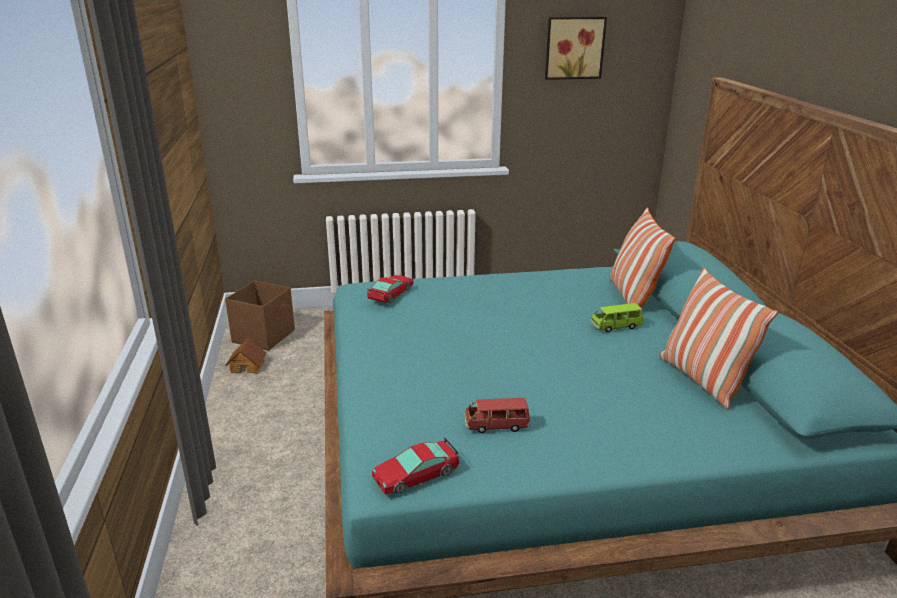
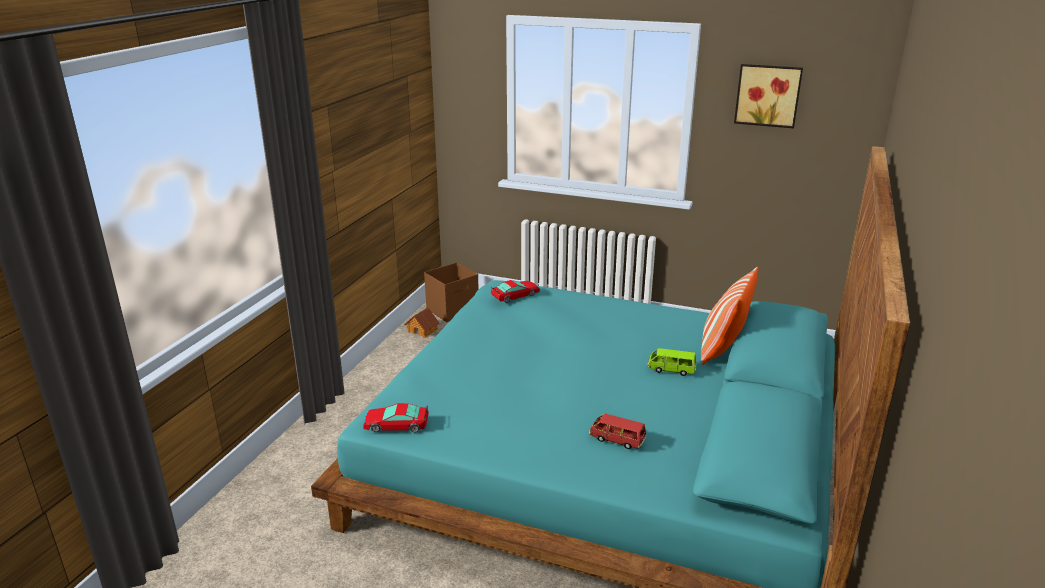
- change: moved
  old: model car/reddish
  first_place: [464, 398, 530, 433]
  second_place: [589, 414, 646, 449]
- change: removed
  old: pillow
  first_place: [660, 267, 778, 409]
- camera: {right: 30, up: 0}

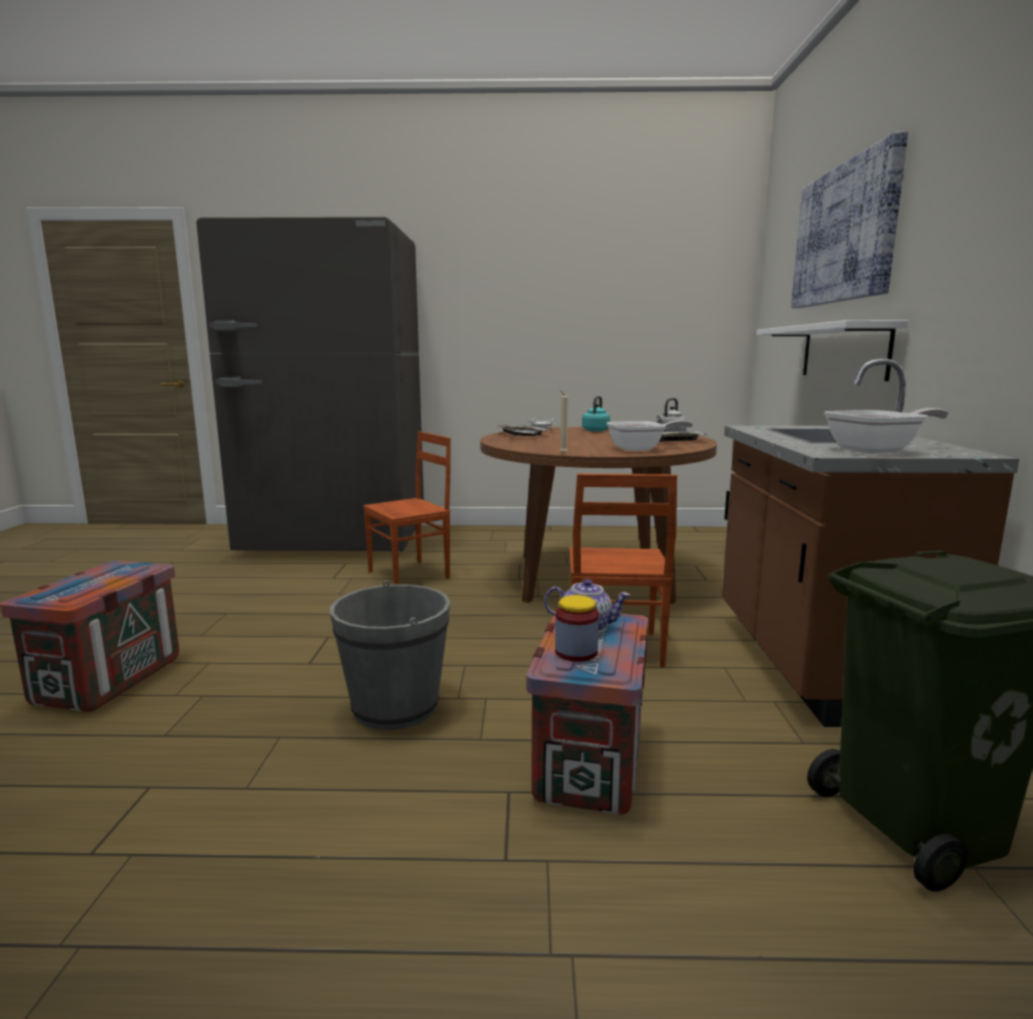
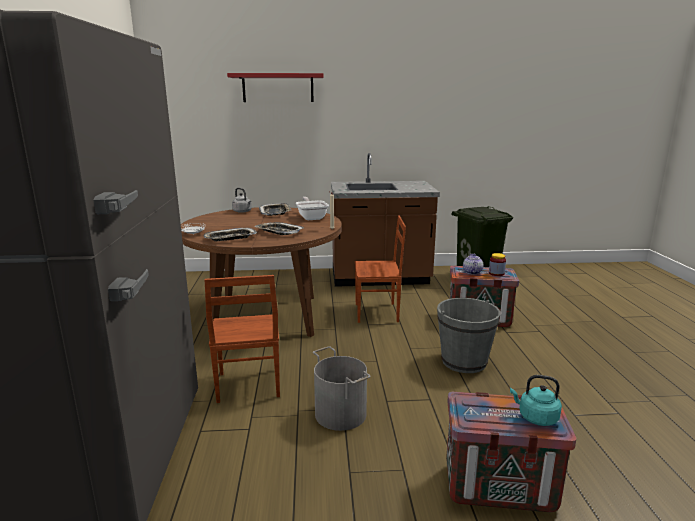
- change: turned
  old: plain chair/brown
  first_place: [363, 431, 451, 584]
  second_place: [204, 275, 280, 403]
  degrees: -150
- change: replaced
  old: picture
  new: wall shelf/reddish
  first_place: [791, 132, 908, 308]
  second_place: [227, 73, 324, 102]
- change: added
  new: tray
  second_place: [254, 222, 304, 235]
- change: added
  new: bucket/gray
  second_place: [313, 346, 371, 431]
- change: moved
  old: water kettle/turquoise-coloured
  first_place: [582, 396, 610, 432]
  second_place: [510, 375, 562, 426]
- change: removed
  old: wall shelf/white
  first_place: [757, 320, 909, 381]
- change: removed
  old: pan
  first_place: [825, 408, 949, 454]
- camera: {right: -95, up: 5}

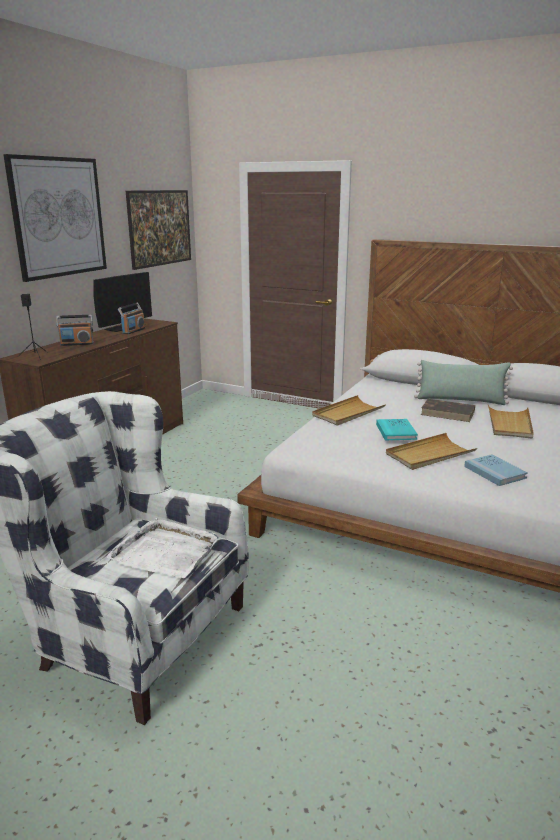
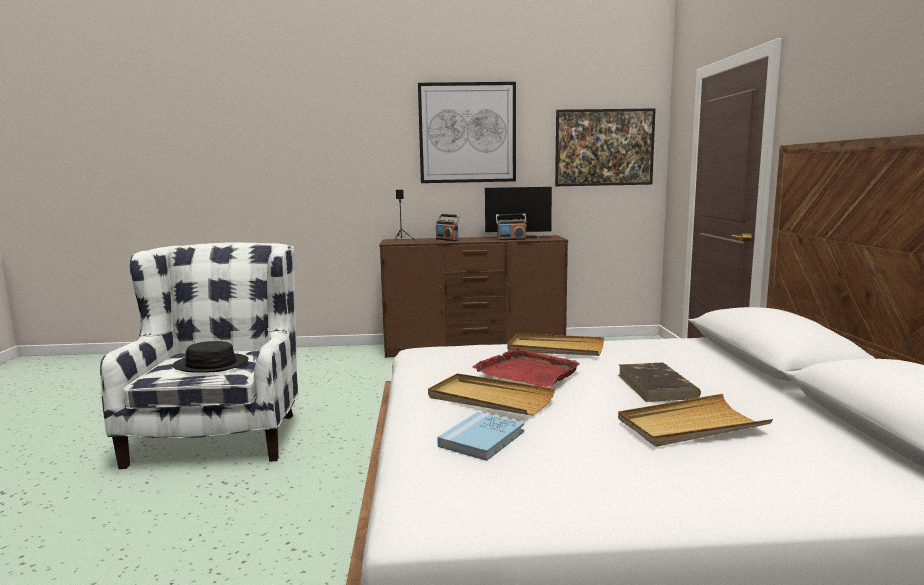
- change: replaced
  old: tray/white
  new: hat/black-coloured
  first_place: [106, 518, 219, 578]
  second_place: [172, 341, 249, 373]
- change: replaced
  old: book/turquoise-coloured
  new: tray/reddish
  first_place: [376, 419, 418, 440]
  second_place: [473, 348, 580, 387]
- change: removed
  old: pillow/green
  first_place: [414, 360, 513, 405]
- camera: {right: 60, up: -10}

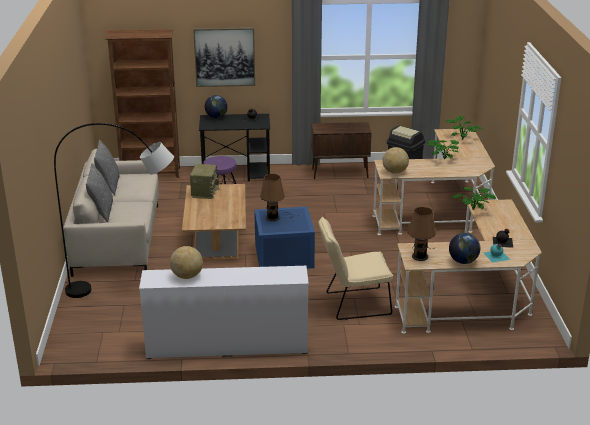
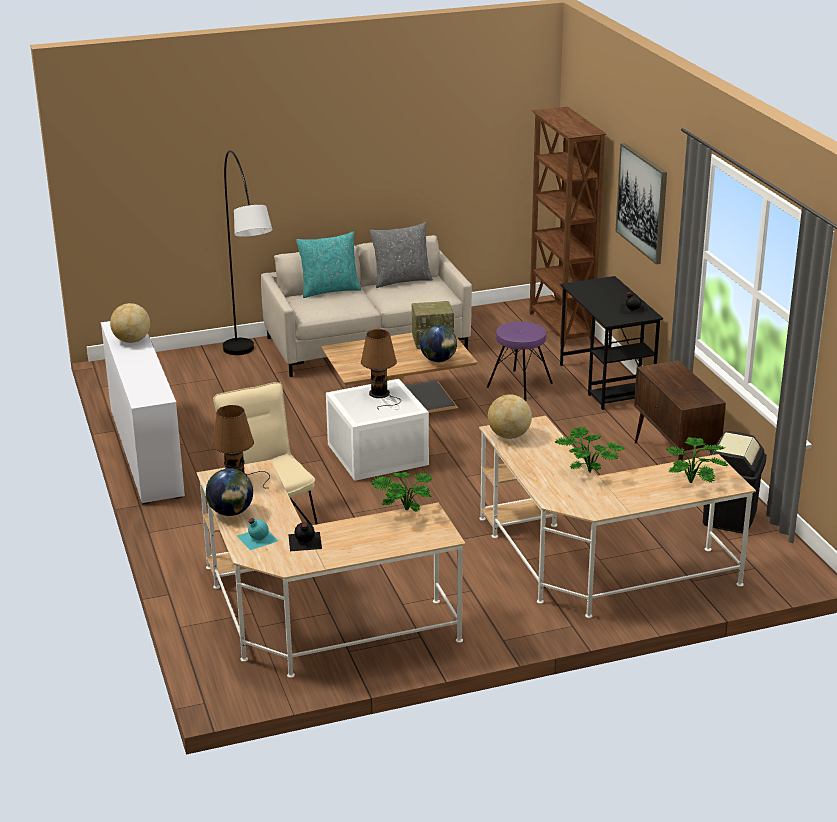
- change: recoloured
  old: pillow/gray
  new: pillow/turquoise-coloured
  first_place: [86, 163, 113, 222]
  second_place: [296, 231, 361, 298]
- change: recoloured
  old: storage bin/blue-coloured
  new: storage bin/white
  first_place: [254, 206, 315, 269]
  second_place: [326, 379, 429, 481]
- change: moved
  old: desk globe
  first_place: [205, 95, 228, 118]
  second_place: [420, 325, 457, 362]
- camera: {right: 75, up: 0}

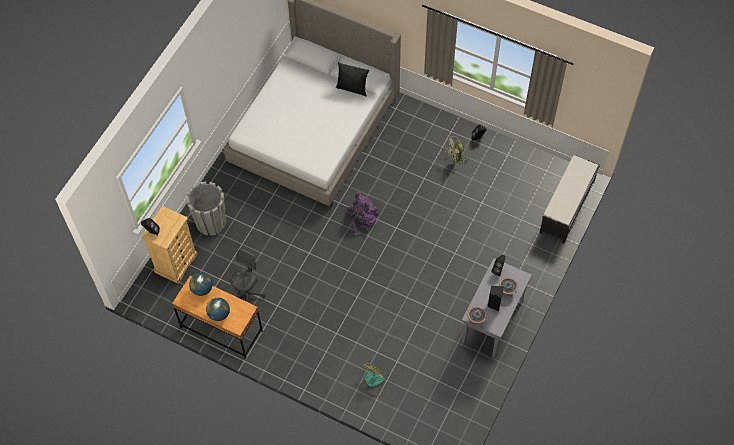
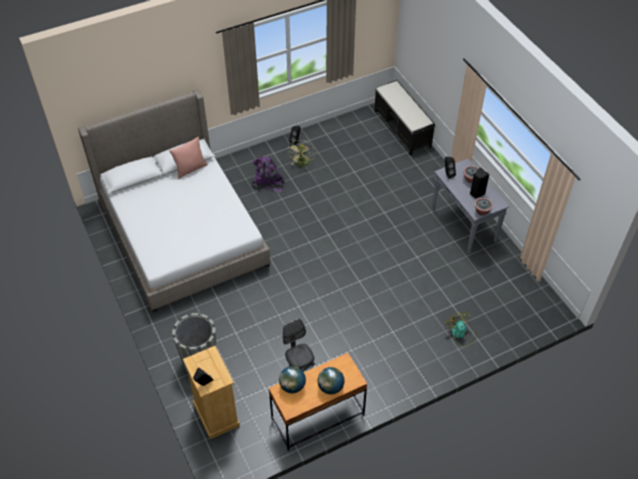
- change: recoloured
  old: pillow/black-coloured
  new: pillow/pink
  first_place: [336, 62, 370, 96]
  second_place: [169, 137, 208, 179]
- change: moved
  old: backpack/purple-coloured
  first_place: [346, 192, 379, 235]
  second_place: [252, 157, 285, 193]
- camera: {right: -55, up: -10}

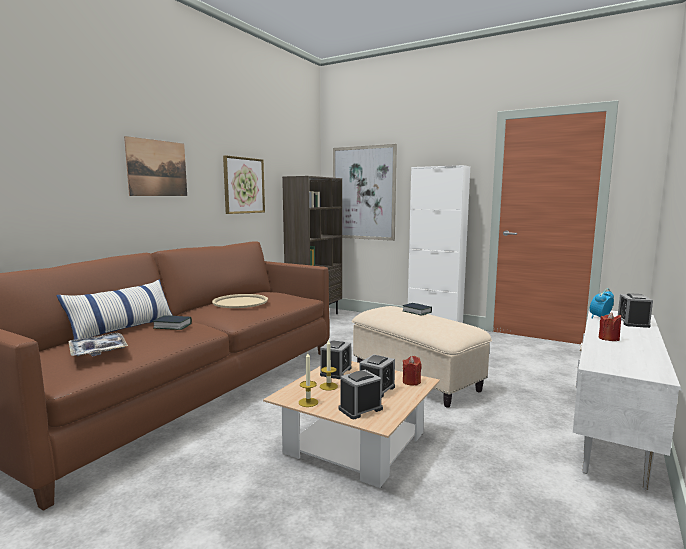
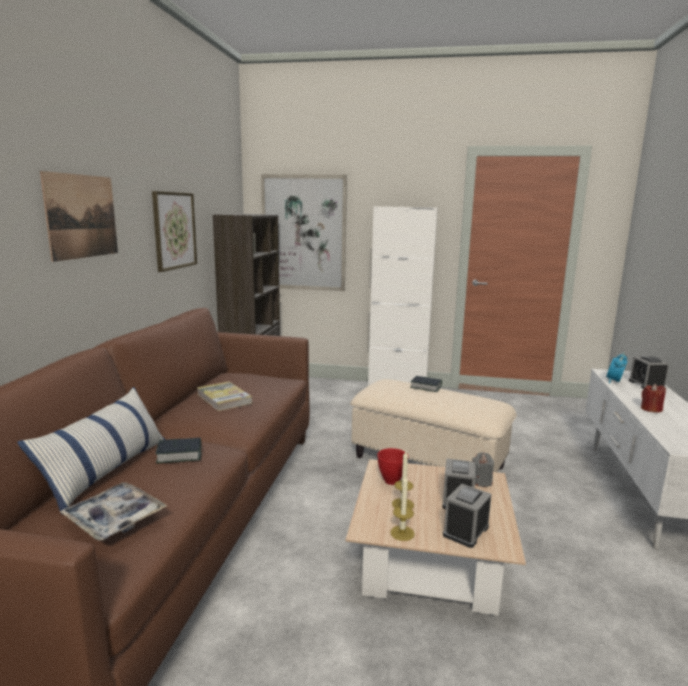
- change: replaced
  old: tray/beige-coloured
  new: book
  first_place: [212, 294, 268, 308]
  second_place: [197, 381, 252, 411]
- change: replaced
  old: bedside clock
  new: deep dish/reddish
  first_place: [320, 340, 352, 379]
  second_place: [377, 448, 408, 485]
- change: recoloured
  old: wax light/reddish
  new: wax light/gray
  first_place: [403, 356, 422, 385]
  second_place: [472, 452, 494, 487]
- camera: {right: -20, up: 5}

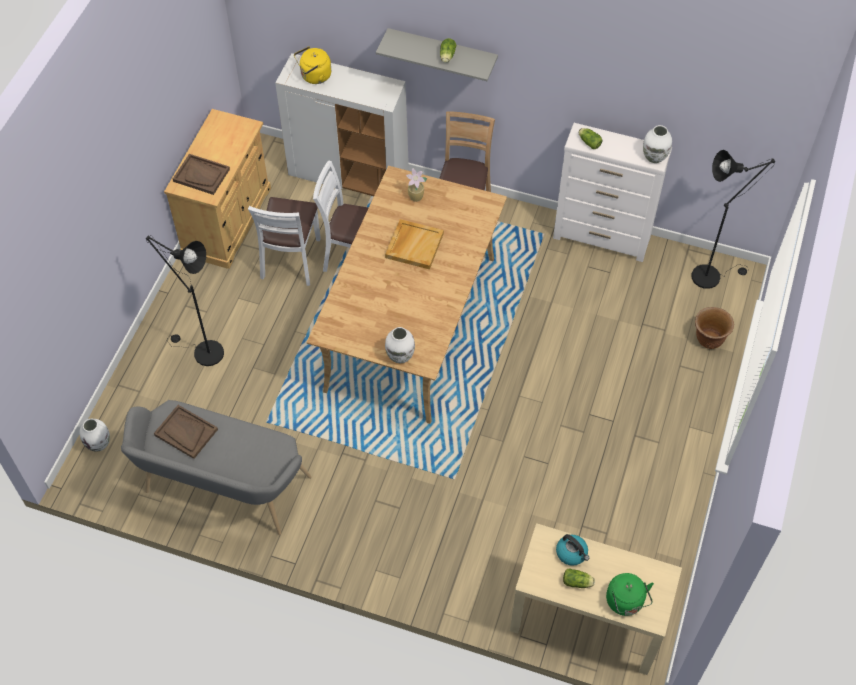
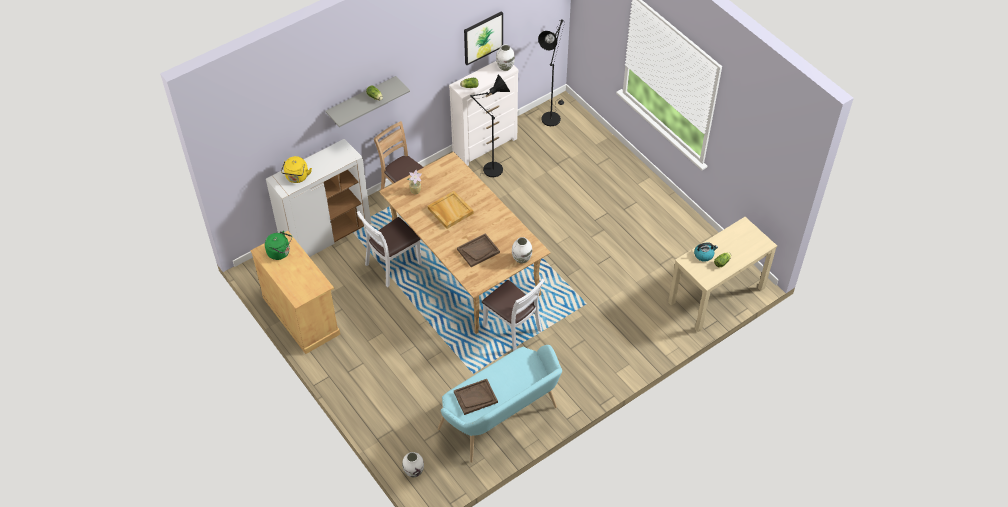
- change: moved
  old: water kettle/green
  first_place: [606, 573, 654, 616]
  second_place: [265, 231, 292, 260]
- change: recoloured
  old: long seat/gray
  new: long seat/turquoise-coloured
  first_place: [121, 400, 311, 535]
  second_place: [438, 345, 562, 463]
- change: moved
  old: tray/brown
  first_place: [173, 154, 230, 195]
  second_place: [457, 233, 500, 267]
- change: added
  new: picture
  second_place: [464, 11, 503, 65]
- change: moved
  old: standard lamp/black-coloured
  first_place: [146, 235, 224, 366]
  second_place: [470, 74, 510, 177]
- change: moved
  old: plain chair/white
  first_place: [248, 197, 321, 286]
  second_place: [482, 279, 545, 351]
- change: removed
  old: plant pot/brown
  first_place: [695, 307, 734, 349]
- camera: {right: -55, up: -5}

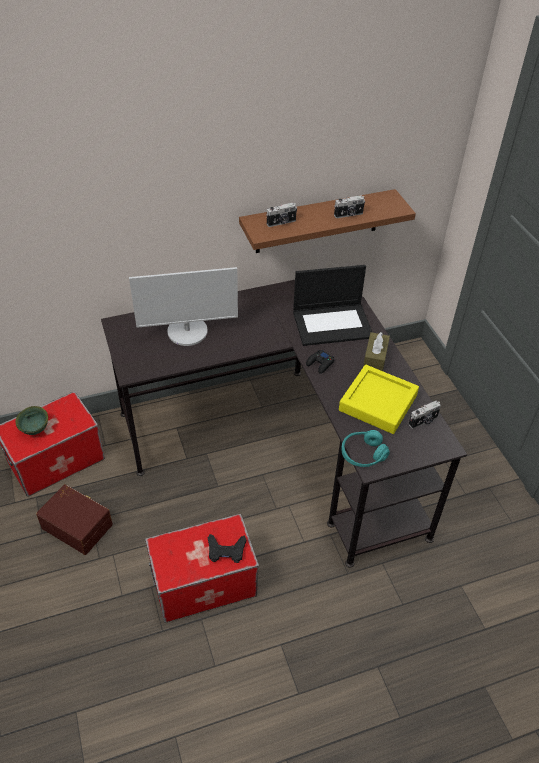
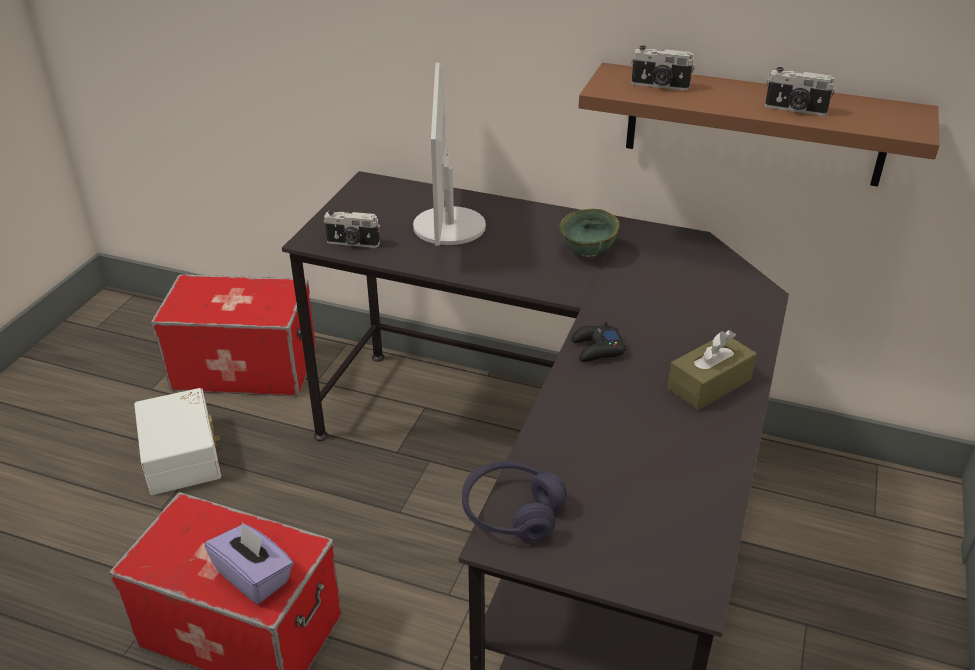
- change: recoloured
  old: storage bin/brown
  new: storage bin/white
  first_place: [36, 484, 113, 555]
  second_place: [134, 388, 221, 495]
- change: replaced
  old: joypad/black-coloured
  new: tissue box/purple-coloured
  first_place: [208, 534, 246, 563]
  second_place: [205, 522, 293, 604]
- change: moved
  old: still camera
  first_place: [409, 401, 441, 429]
  second_place: [324, 210, 380, 248]
- change: turned
  old: computer display
  first_place: [129, 267, 238, 346]
  second_place: [413, 63, 486, 246]
  degrees: 60
- change: recoloured
  old: pair of headphones/turquoise-coloured
  new: pair of headphones/purple-coloured
  first_place: [341, 430, 389, 467]
  second_place: [462, 461, 567, 541]
- change: moved
  old: deep dish/green
  first_place: [16, 406, 48, 435]
  second_place: [559, 209, 620, 257]
- change: removed
  old: laptop
  first_place: [293, 265, 373, 346]
- change: removed
  old: tray/yellow
  first_place: [339, 365, 419, 434]
- camera: {right: 40, up: -10}

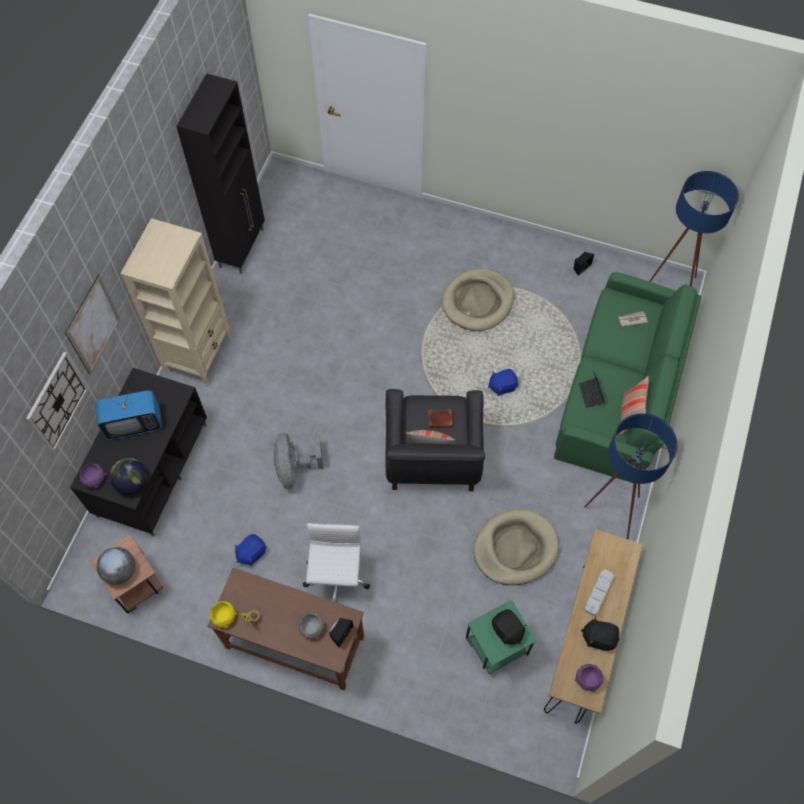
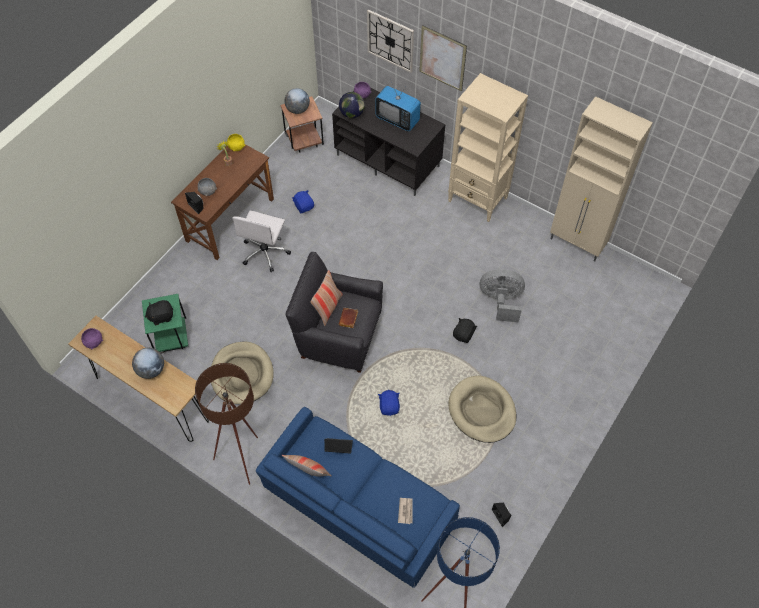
- change: replaced
  old: tray/gray
  new: desk globe
  first_place: [584, 570, 614, 616]
  second_place: [132, 348, 164, 379]
- change: recoloured
  old: standard lamp/blue-coloured
  new: standard lamp/brown
  first_place: [584, 413, 678, 539]
  second_place: [195, 363, 258, 485]
- change: turned
  old: computer chair/white
  first_place: [303, 523, 370, 603]
  second_place: [232, 211, 291, 272]
  degrees: 90
- change: recoloured
  old: sofa/green
  new: sofa/blue-coloured
  first_place: [554, 272, 701, 483]
  second_place: [256, 407, 460, 588]
- change: turned
  old: television
  first_place: [95, 390, 162, 440]
  second_place: [375, 79, 421, 131]
  degrees: -60
- change: moved
  old: plush toy/black-coloured
  first_place: [581, 616, 619, 651]
  second_place: [453, 318, 477, 343]
- change: moved
  old: electric fan/gray
  first_place: [273, 432, 324, 489]
  second_place: [480, 269, 525, 323]
- change: recoloured
  old: cabinet/black-coloured
  new: cabinet/beige-coloured
  first_place: [176, 73, 265, 274]
  second_place: [550, 96, 653, 262]
- camera: {right: 105, up: -5}

